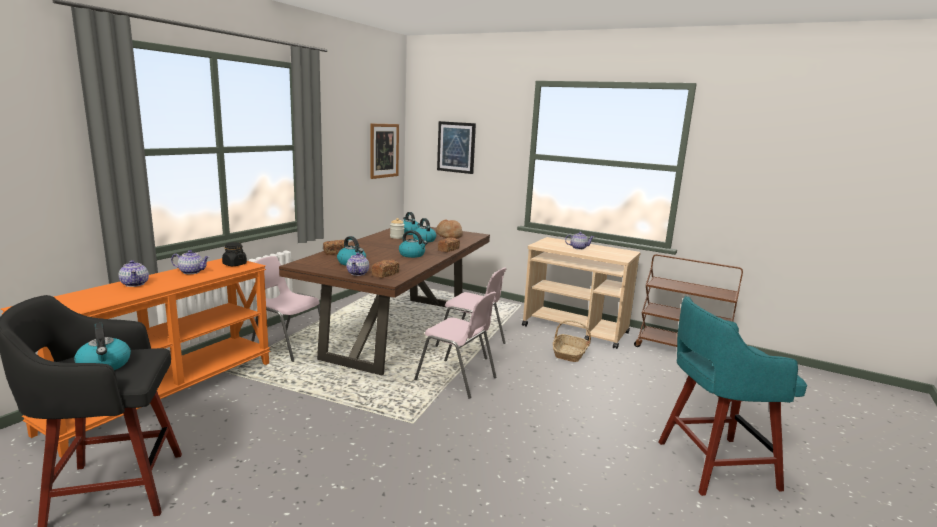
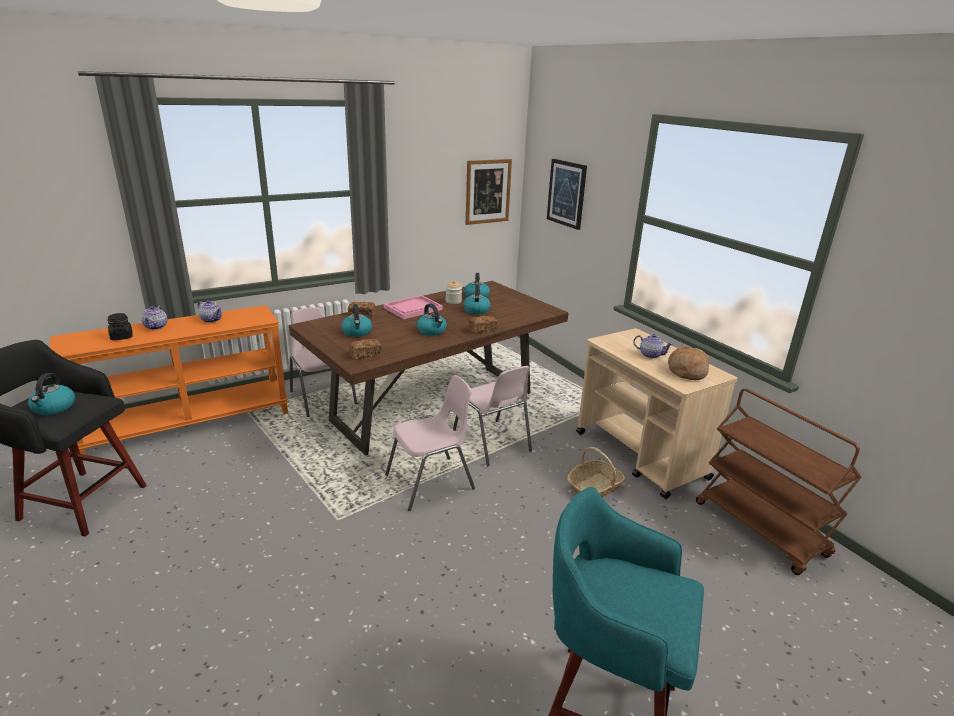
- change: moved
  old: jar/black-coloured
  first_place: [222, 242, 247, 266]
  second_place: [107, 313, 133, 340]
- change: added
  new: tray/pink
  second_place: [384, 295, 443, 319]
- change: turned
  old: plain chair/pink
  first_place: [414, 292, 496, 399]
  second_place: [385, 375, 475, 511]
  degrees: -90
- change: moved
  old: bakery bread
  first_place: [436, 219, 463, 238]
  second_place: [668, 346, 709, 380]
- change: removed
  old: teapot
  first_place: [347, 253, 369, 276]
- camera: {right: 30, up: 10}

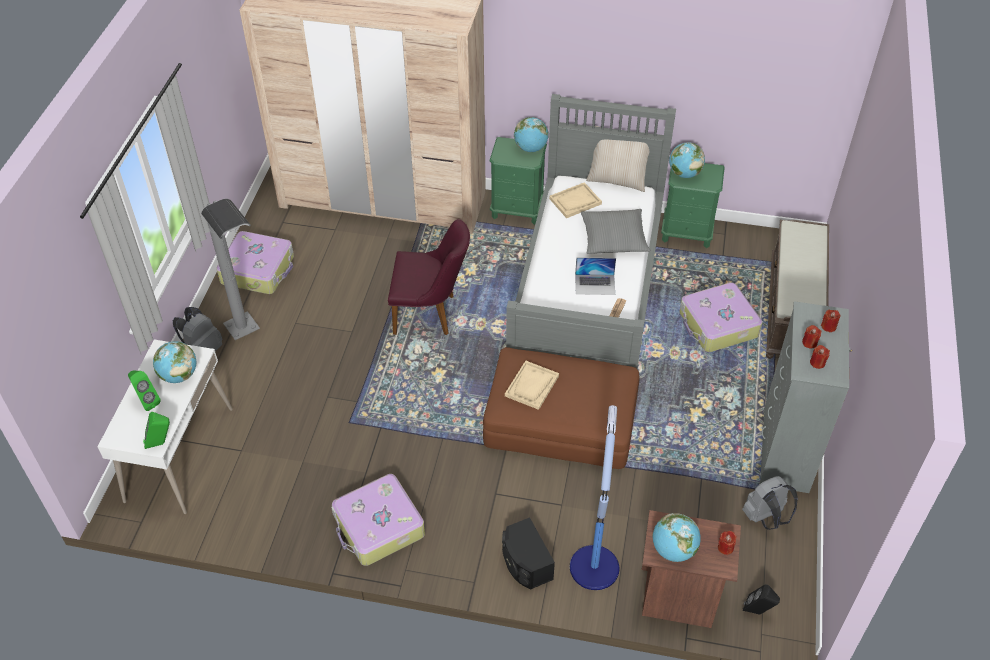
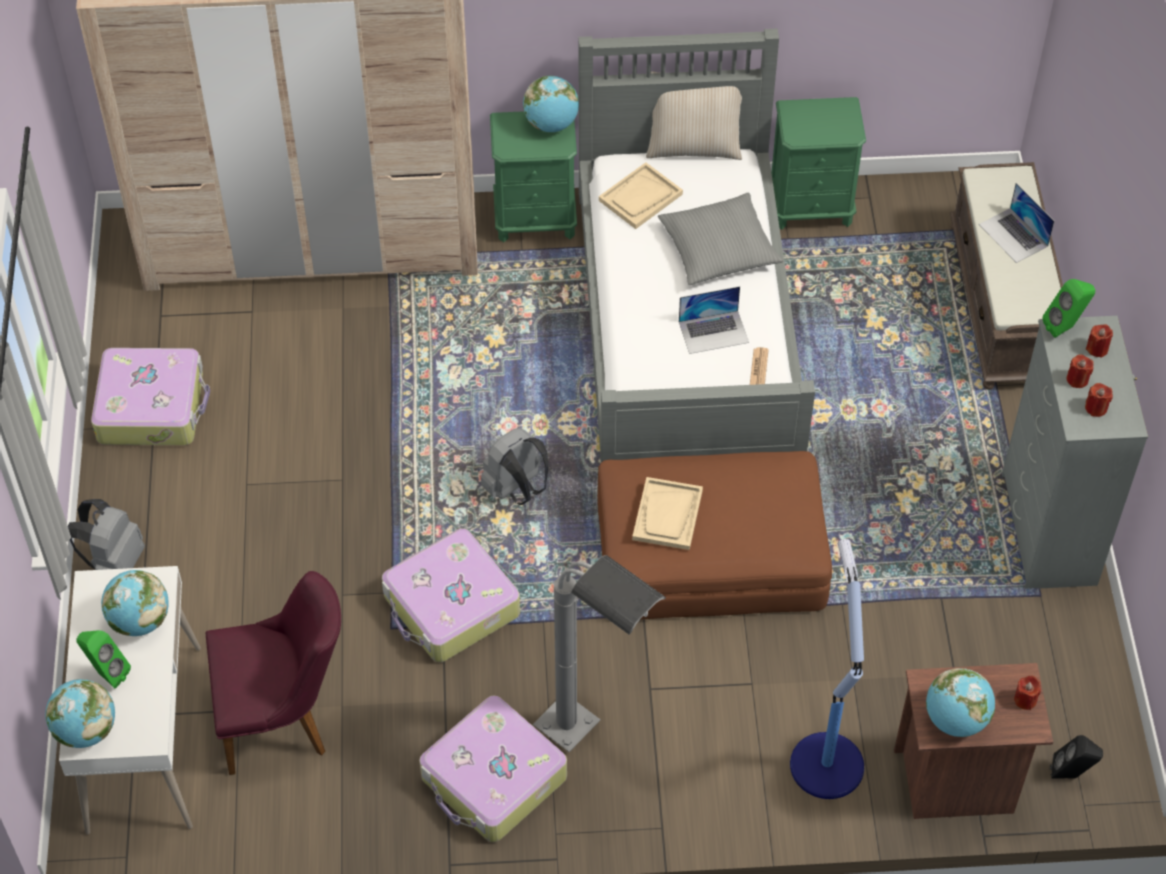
- change: moved
  old: desk globe
  first_place: [669, 142, 705, 178]
  second_place: [45, 679, 115, 748]
- change: moved
  old: plain chair/purple-coloured
  first_place: [388, 219, 470, 335]
  second_place: [206, 571, 341, 775]
- change: moved
  old: piece of luggage
  first_place: [679, 282, 762, 352]
  second_place: [382, 528, 520, 662]
- change: moved
  old: backpack/gray
  first_place: [742, 476, 798, 530]
  second_place: [481, 428, 549, 505]
- change: moved
  old: standard lamp/gray
  first_place: [201, 199, 260, 340]
  second_place: [533, 555, 666, 752]
- change: added
  new: laptop
  second_place: [979, 183, 1054, 263]
- change: moved
  old: loudspeaker/green
  first_place: [143, 412, 170, 449]
  second_place: [1042, 279, 1095, 338]
- change: removed
  old: loudspeaker/black-coloured
  first_place: [502, 517, 555, 590]
- camera: {right: -15, up: 5}

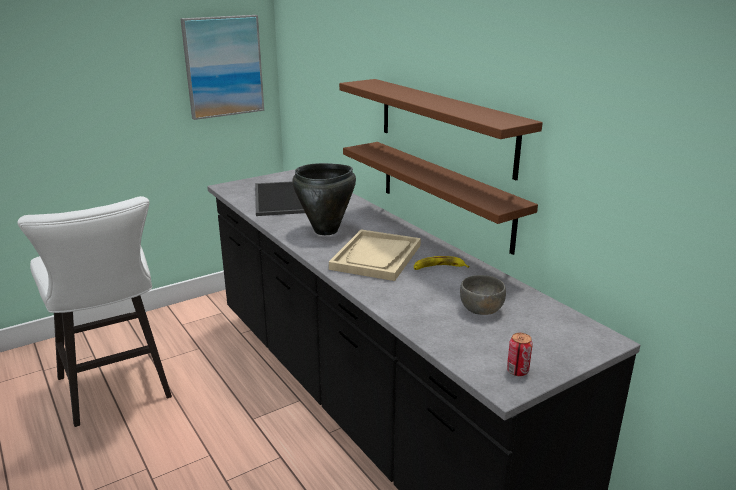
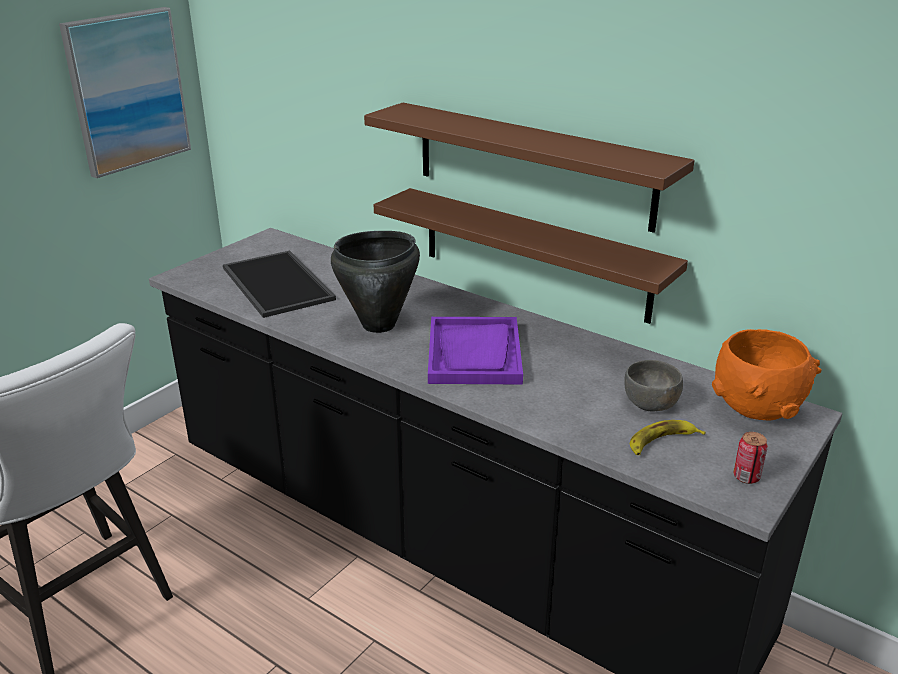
- change: recoloured
  old: tray/beige-coloured
  new: tray/purple-coloured
  first_place: [329, 229, 421, 281]
  second_place: [428, 317, 523, 385]
- change: moved
  old: whole banana
  first_place: [414, 256, 469, 270]
  second_place: [630, 420, 706, 455]
- change: added
  new: deep dish/orange
  second_place: [712, 329, 821, 421]
- camera: {right: -20, up: 5}

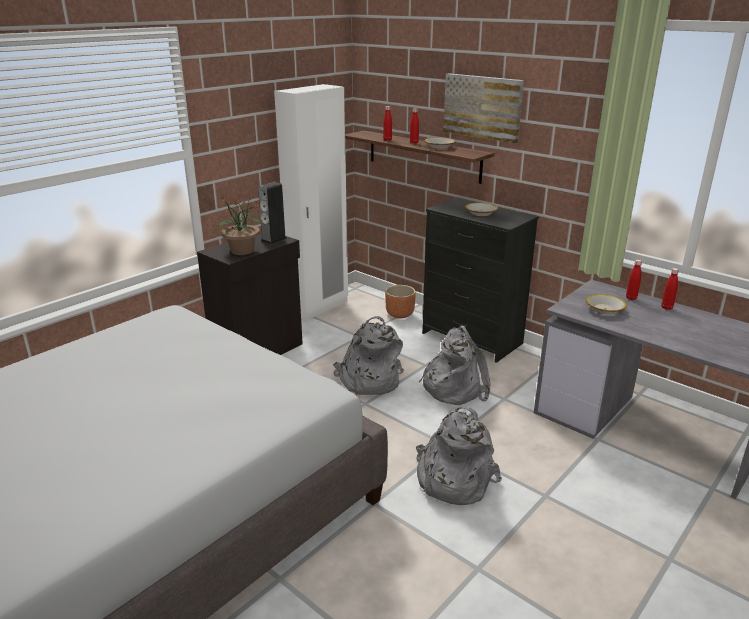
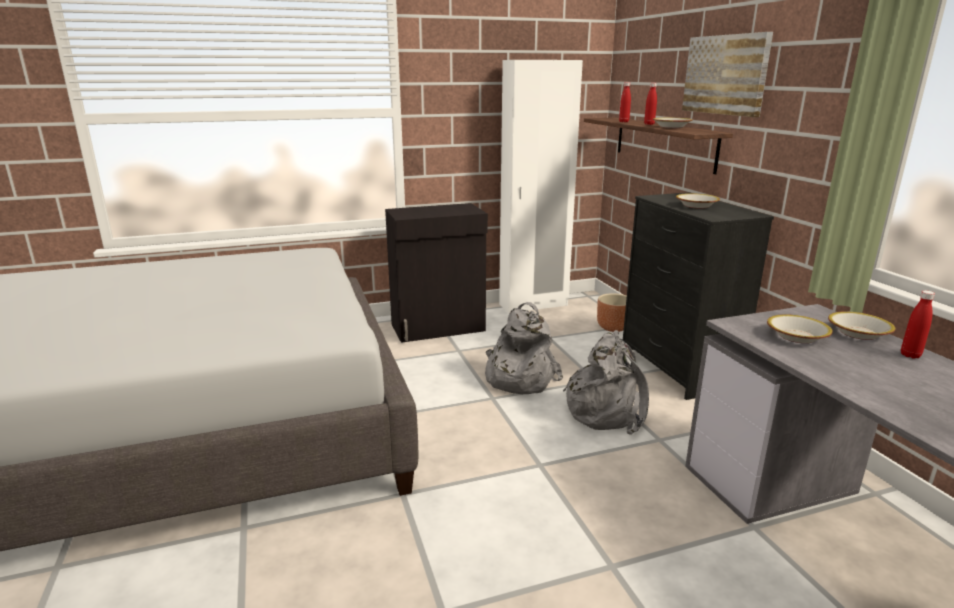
- change: replaced
  old: drink bottle/reddish
  new: deep dish
  first_place: [626, 259, 642, 300]
  second_place: [828, 311, 896, 340]
- change: removed
  old: houseplant
  first_place: [218, 195, 264, 255]
- change: removed
  old: loudspeaker
  first_place: [258, 182, 287, 245]
- change: removed
  old: backpack/gray
  first_place: [416, 406, 502, 505]
- camera: {right: 30, up: -5}

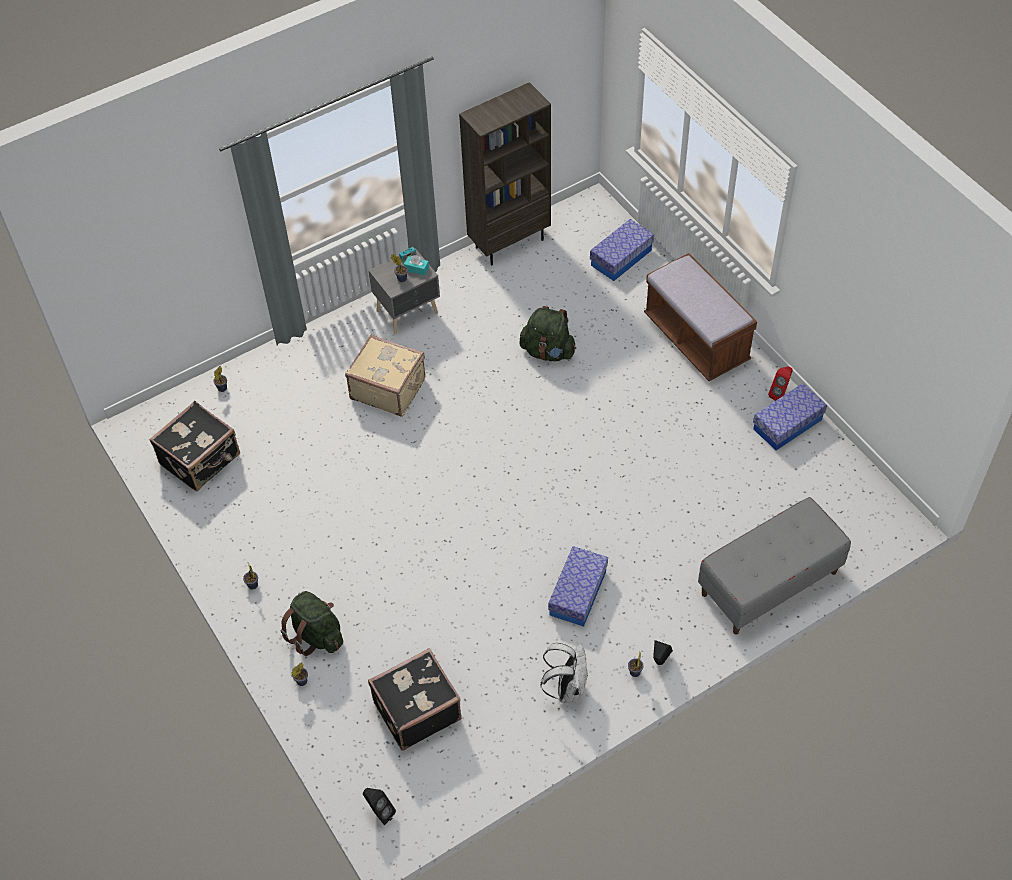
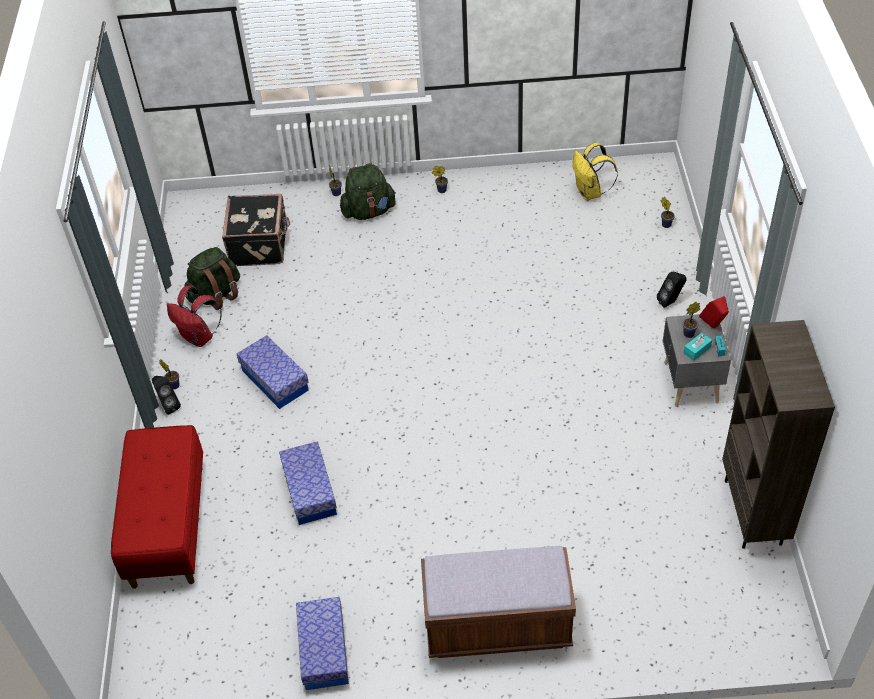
- change: recoloured
  old: long seat/gray
  new: long seat/reddish
  first_place: [698, 497, 851, 635]
  second_place: [111, 425, 203, 589]
- change: recoloured
  old: backpack/white
  new: backpack/reddish
  first_place: [541, 643, 587, 703]
  second_place: [167, 286, 222, 347]
- change: moved
  old: backpack/green
  first_place: [520, 306, 576, 361]
  second_place: [184, 247, 240, 310]
- change: moved
  old: storage bin
  first_place: [590, 219, 654, 281]
  second_place: [279, 441, 337, 525]
- change: replaced
  old: piece of luggage/black-coloured
  new: backpack/yellow
  first_place: [149, 401, 240, 491]
  second_place: [572, 143, 618, 200]
- change: moved
  old: loudspeaker/black-coloured
  first_place: [363, 788, 396, 825]
  second_place: [657, 271, 687, 308]
- change: moved
  old: loudspeaker/reddish
  first_place: [768, 366, 793, 401]
  second_place: [699, 296, 729, 328]
- change: removed
  old: piece of luggage/beige-coloured
  first_place: [345, 335, 425, 416]
- camera: {right: 120, up: -5}

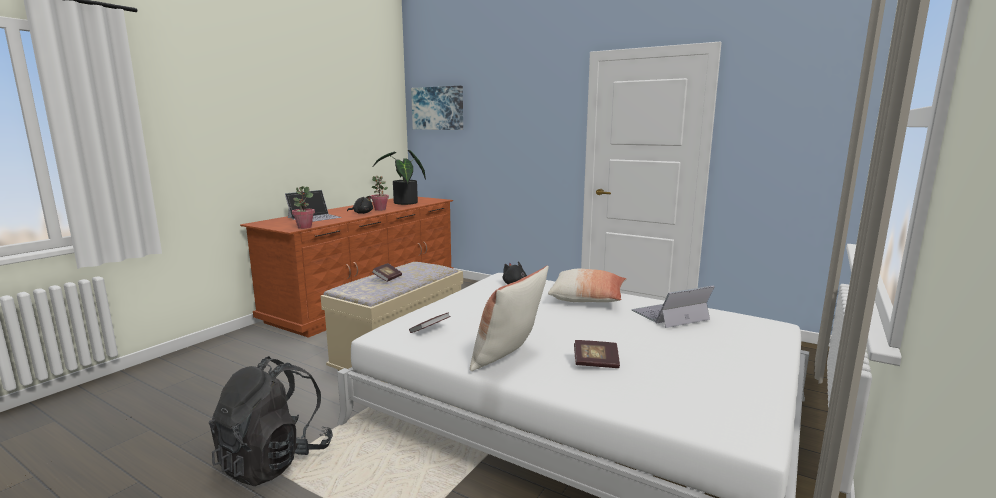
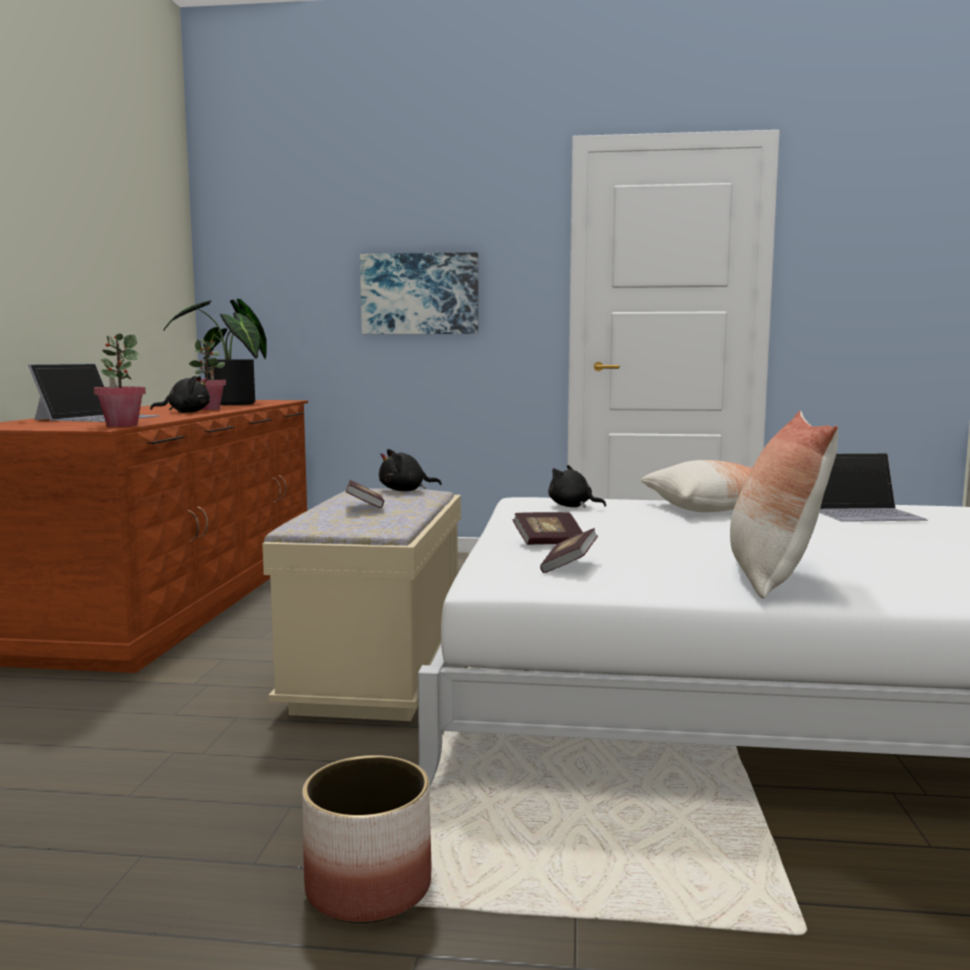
- change: replaced
  old: backpack/black-coloured
  new: plant pot
  first_place: [209, 356, 333, 486]
  second_place: [302, 755, 431, 923]
- change: moved
  old: picture
  first_place: [411, 86, 463, 130]
  second_place: [360, 252, 478, 334]
- change: added
  new: plush toy/black-coloured
  second_place: [379, 449, 442, 491]
- change: moved
  old: book
  first_place: [574, 340, 620, 368]
  second_place: [513, 512, 583, 545]
- change: turned
  old: laptop
  first_place: [631, 285, 715, 328]
  second_place: [819, 453, 928, 522]
  degrees: -135
- camera: {right: -25, up: -5}

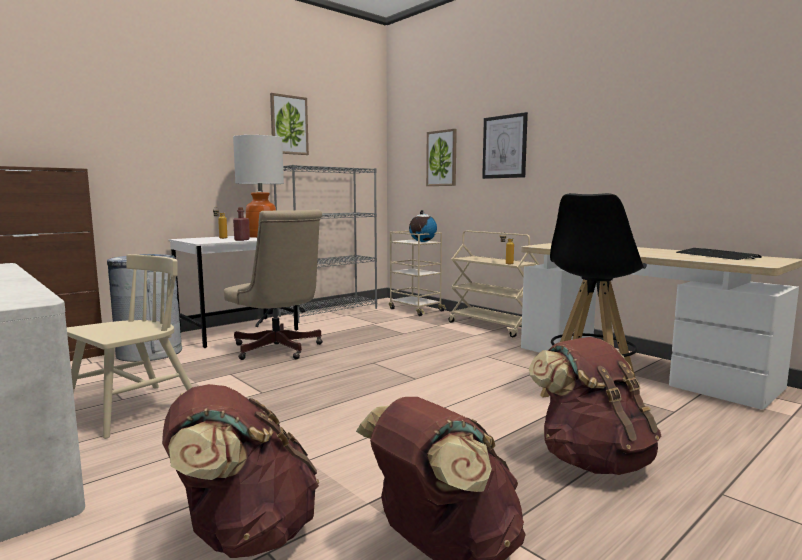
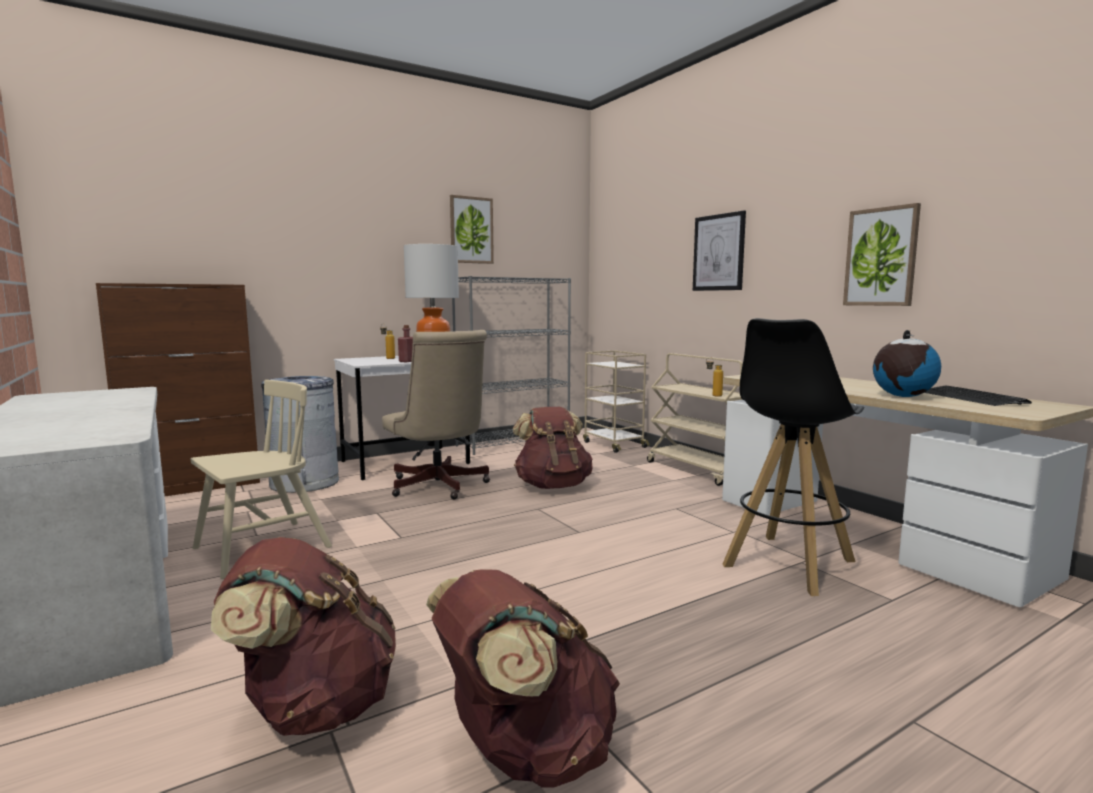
- change: moved
  old: backpack/brown
  first_place: [529, 337, 661, 475]
  second_place: [513, 407, 593, 489]
- change: moved
  old: picture
  first_place: [426, 129, 457, 186]
  second_place: [843, 203, 921, 306]
- change: moved
  old: desk globe
  first_place: [409, 210, 437, 242]
  second_place: [873, 330, 941, 397]
- camera: {right: 10, up: 0}

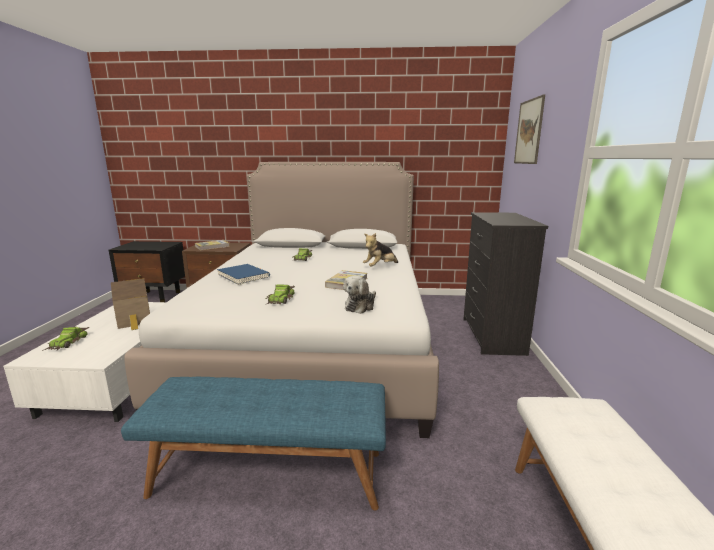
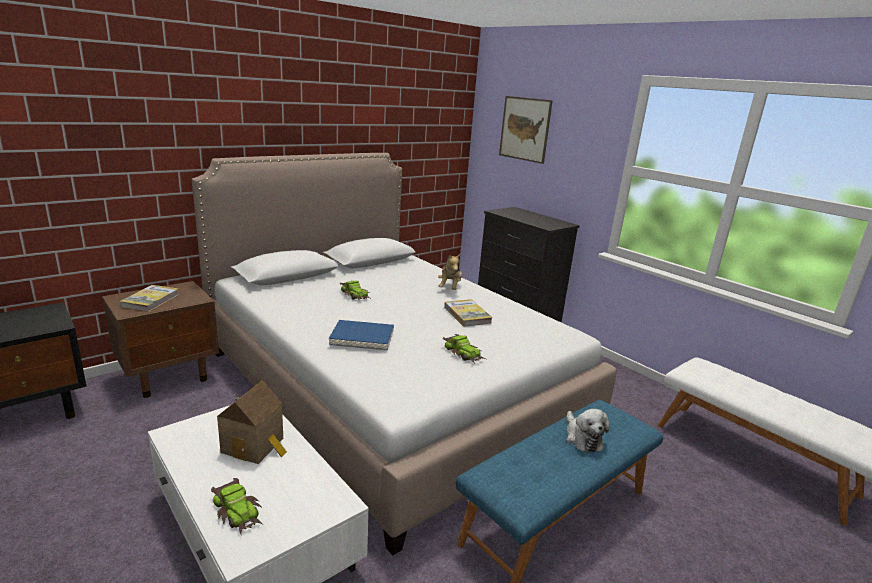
- change: moved
  old: plush toy
  first_place: [343, 275, 376, 314]
  second_place: [566, 409, 610, 453]
- camera: {right: -45, up: 5}

